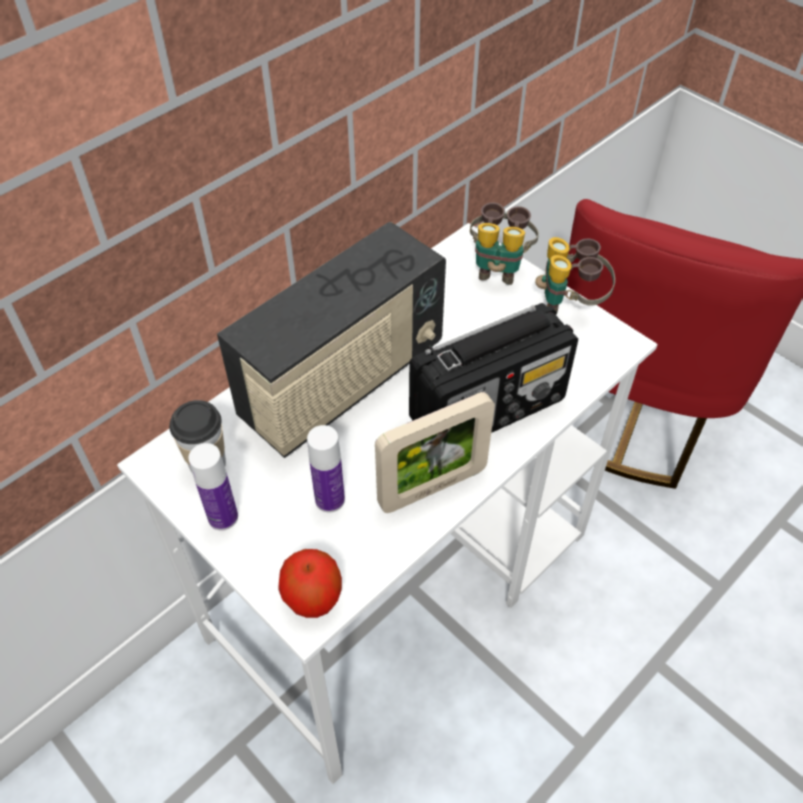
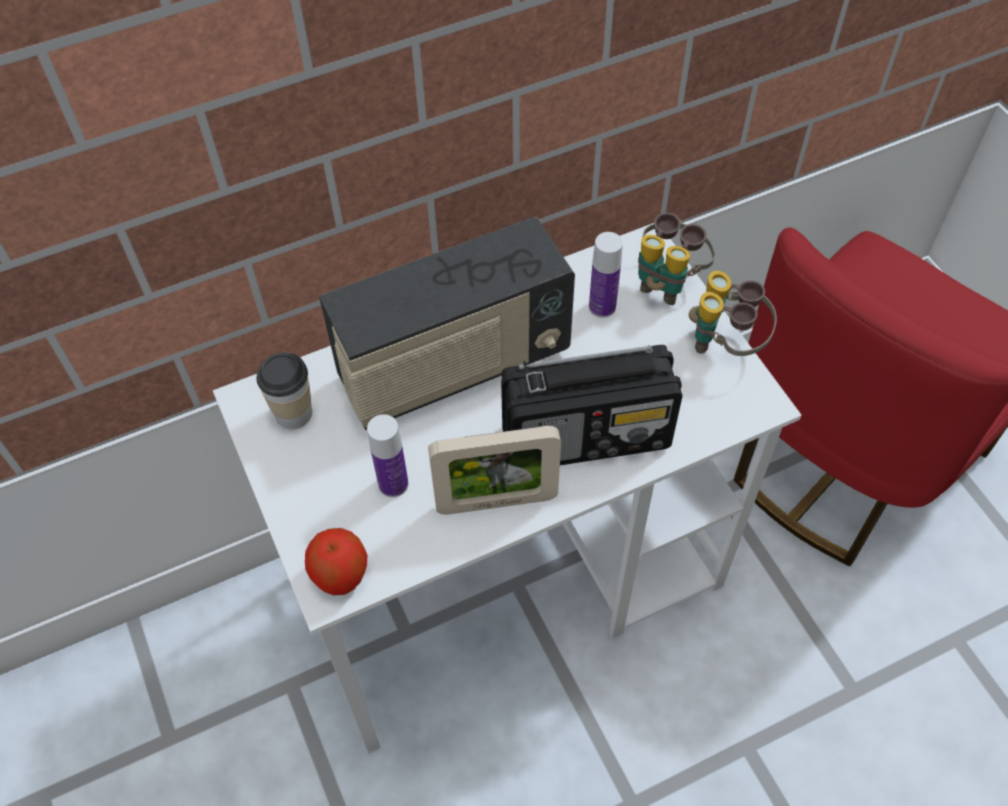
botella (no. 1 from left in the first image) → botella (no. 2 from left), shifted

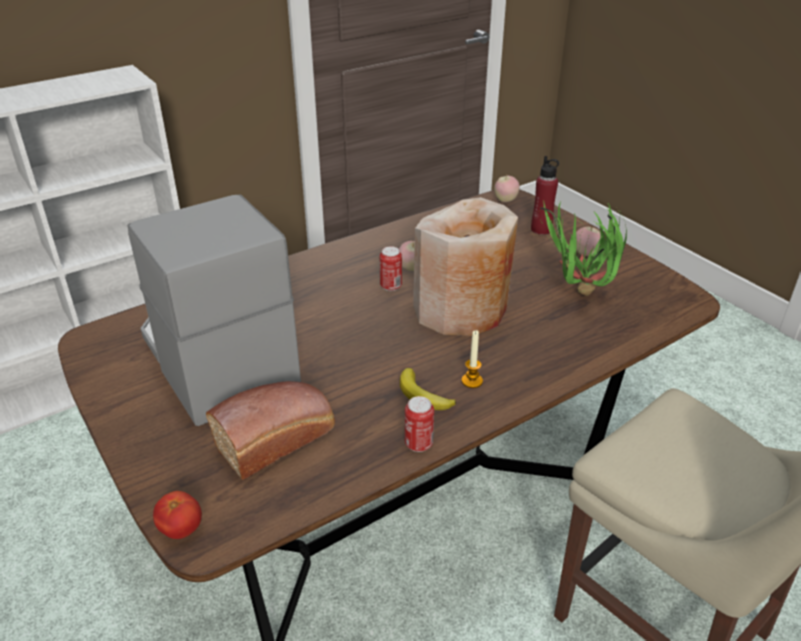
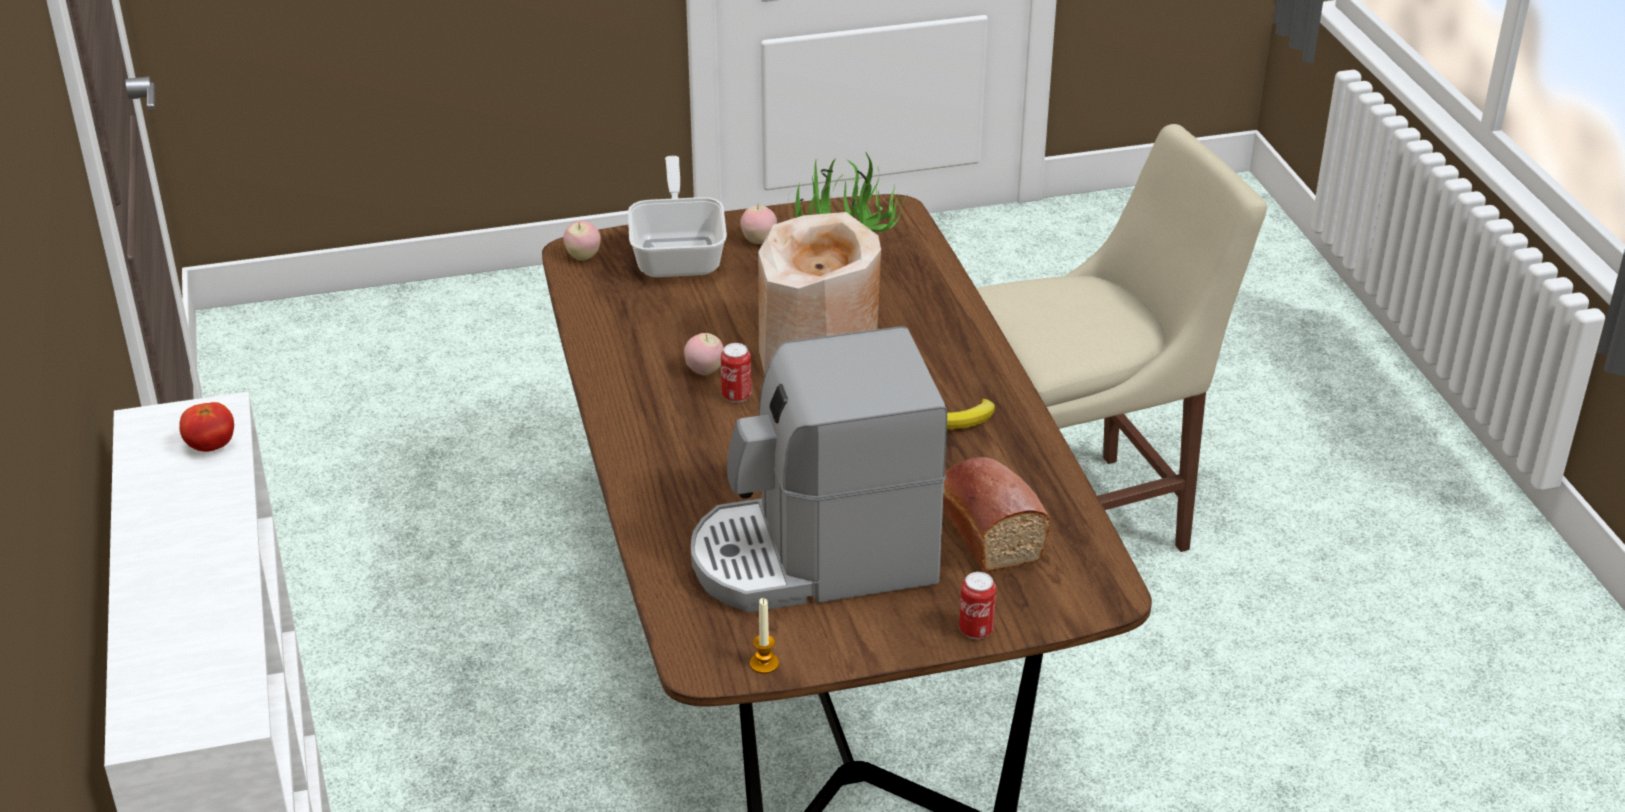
tomate, shifted
lata (no. 2 from left), shifted
vela, shifted
botella [rojo] → sartén

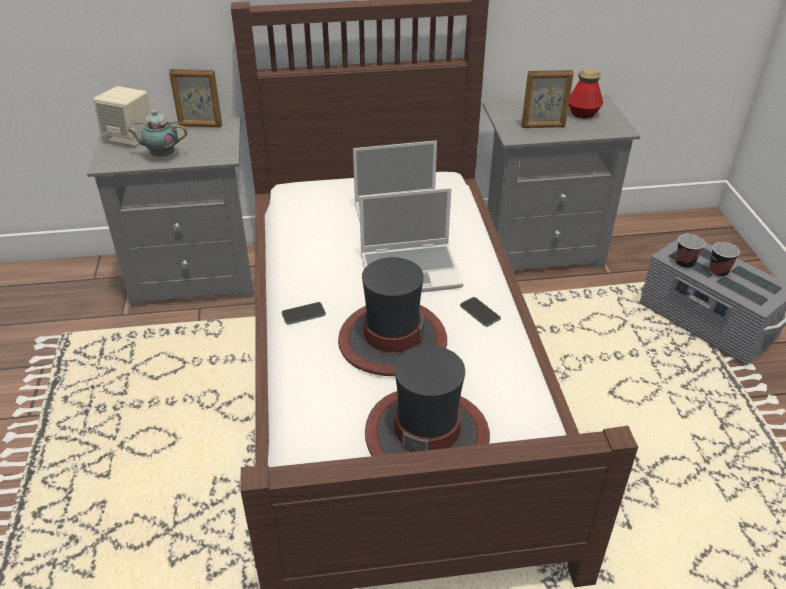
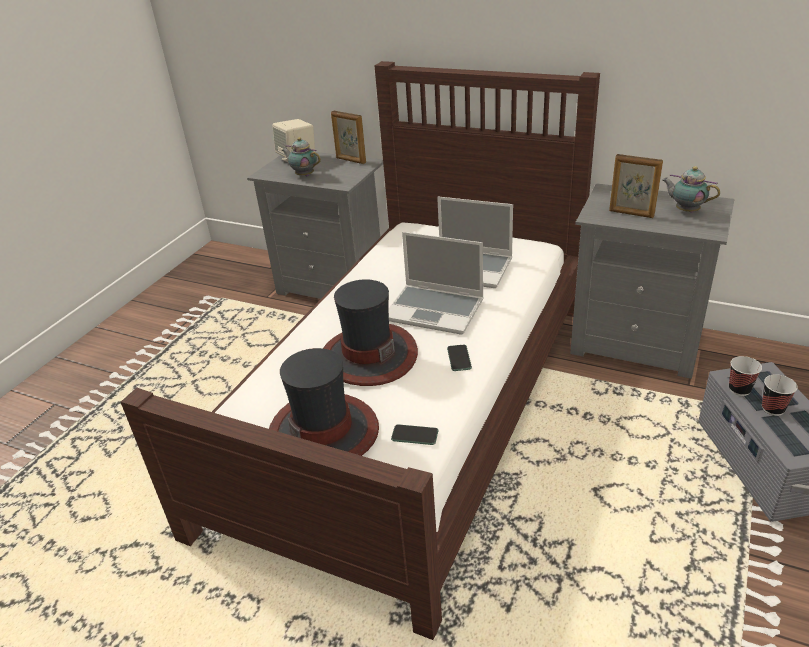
móvil (no. 1 from left), shifted
botella → tetera (no. 2 from left)

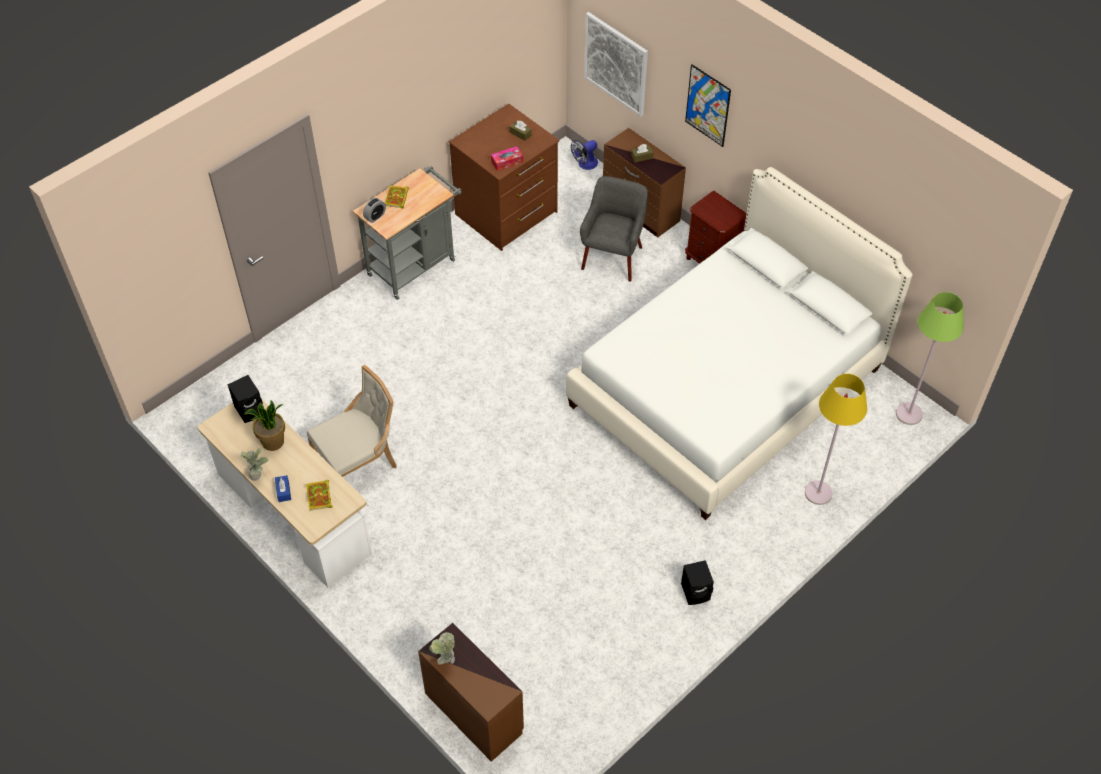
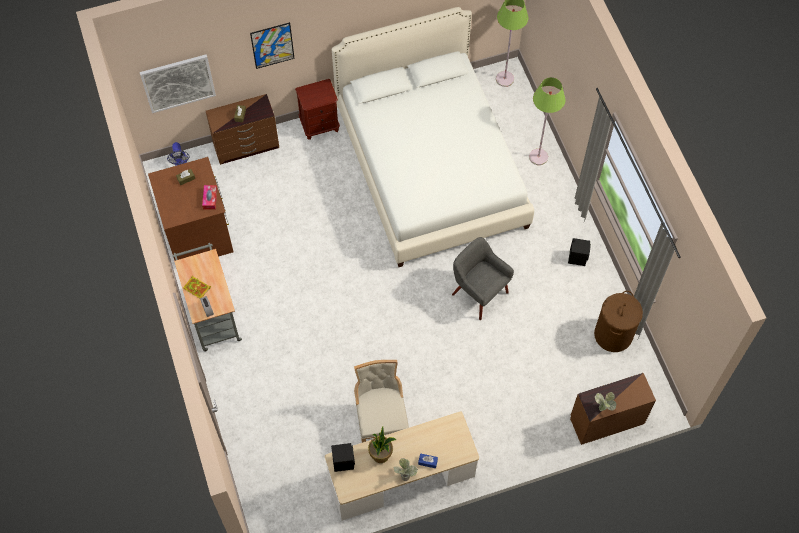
libro (no. 1 from left) → -
sillón [gris], shifted
lámpara de pie [amarillo] → lámpara de pie [verde] (no. 2 from left)
- → cesto de la ropa [marrón]

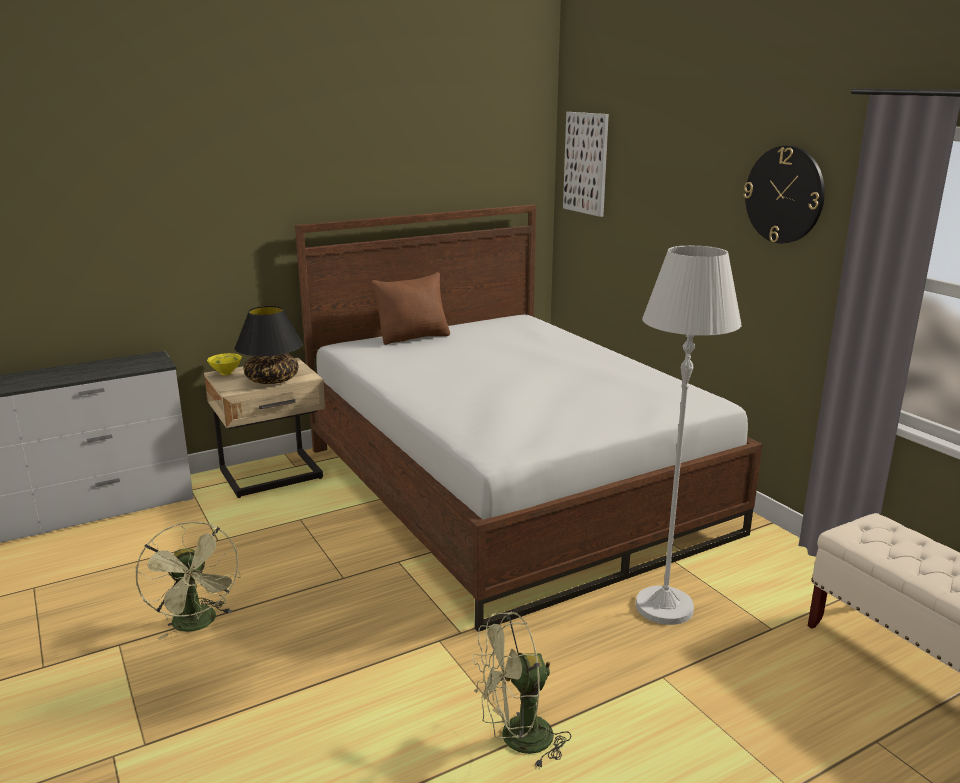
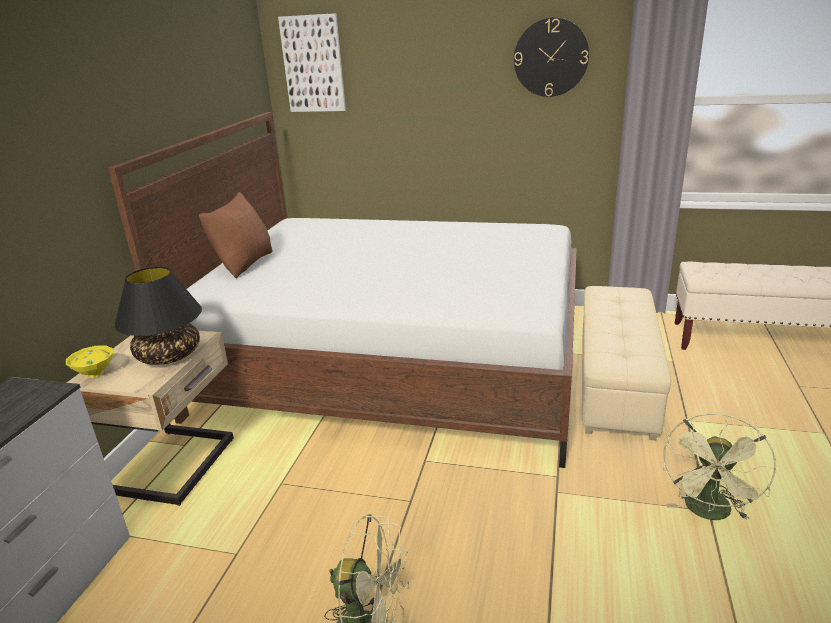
lámpara de pie [blanco] → puf [beis]

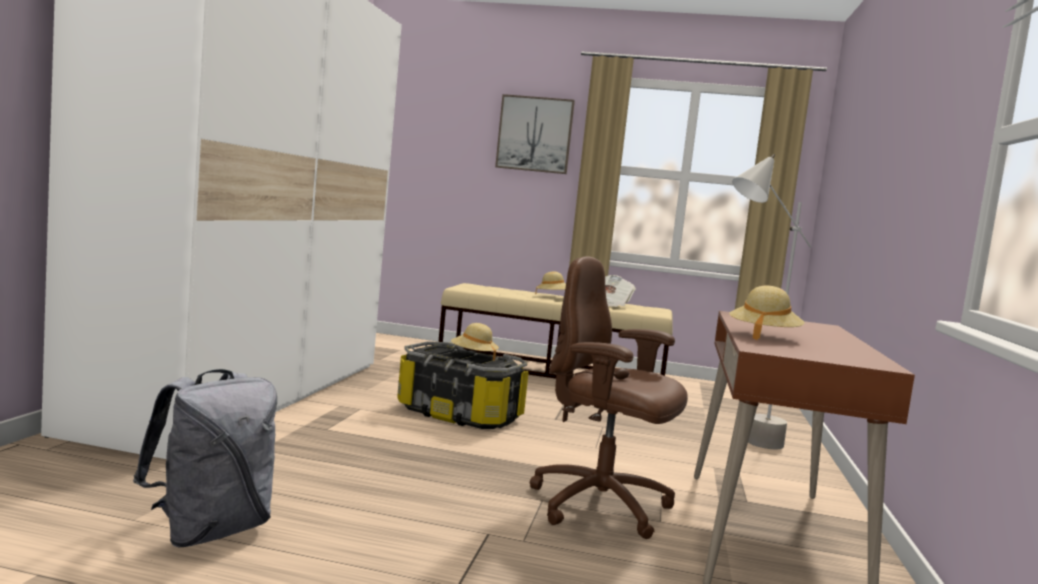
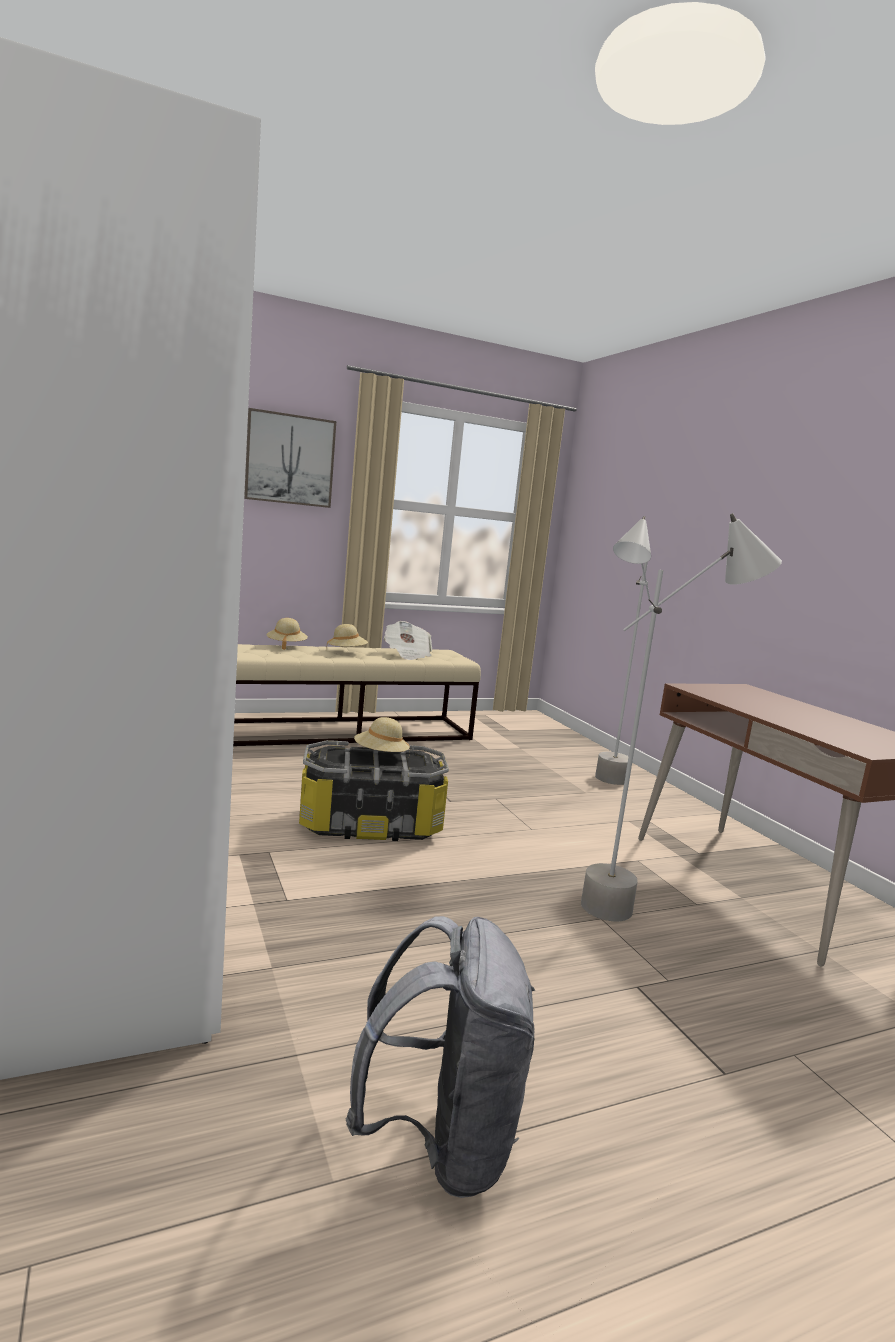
silla de oficina [marrón] → lámpara de pie [gris] (no. 2 from left)
sombrero [beis] (no. 3 from left in the first image) → sombrero [beis] (no. 1 from left), shifted

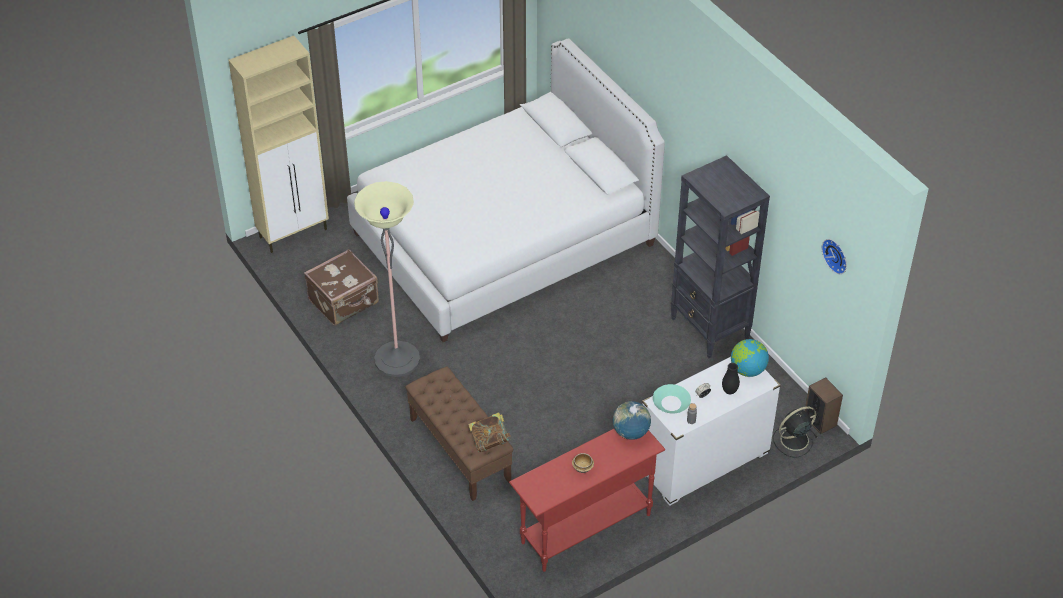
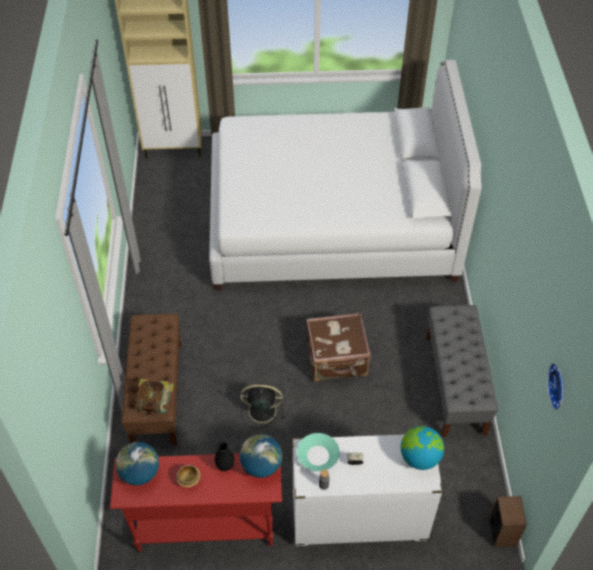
maleta [marrón], shifted
lámpara de pie → -
estantería [negro] → banco [gris]
florero [negro], shifted
ventilador [negro], shifted
- → globo terráqueo (no. 1 from left)

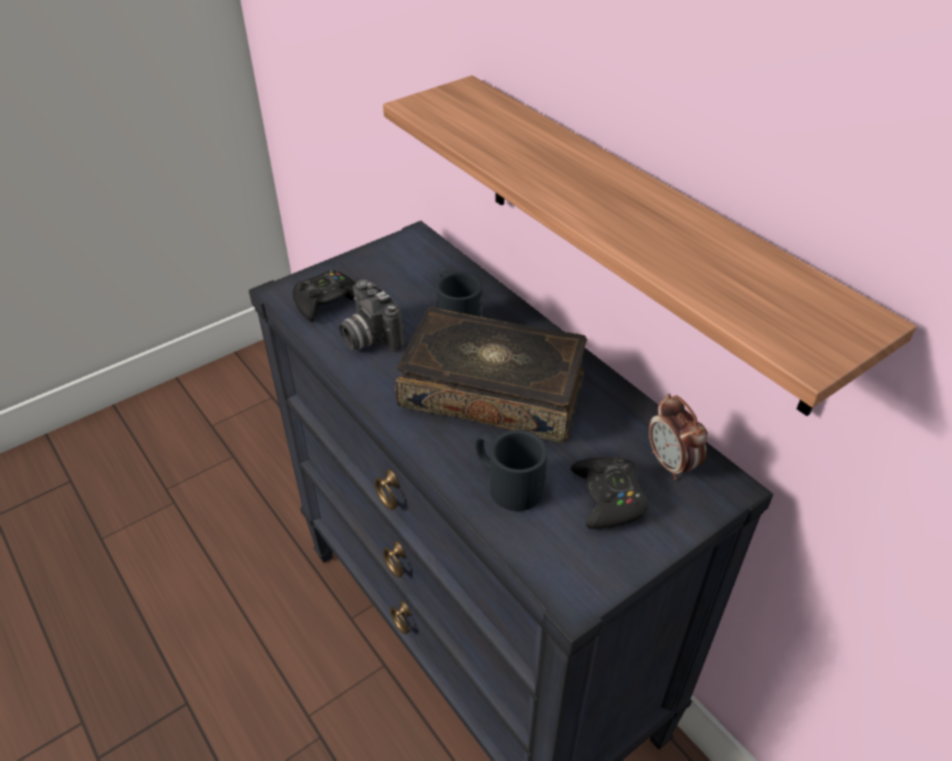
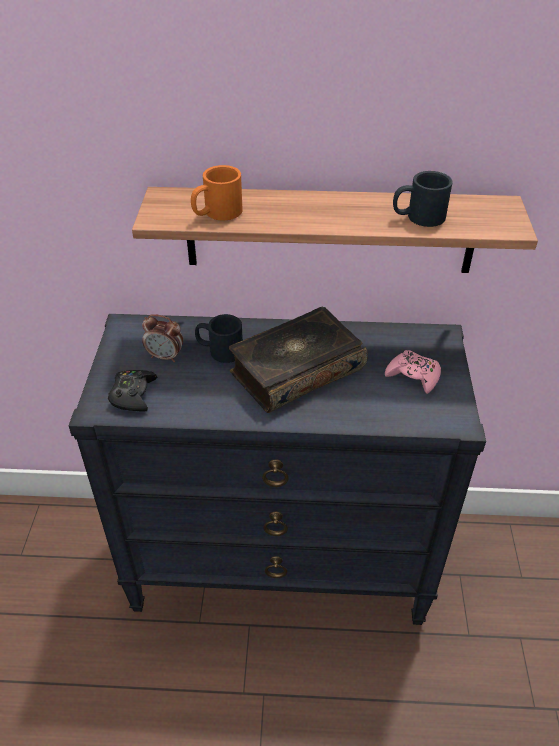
cámara → -
taza grande [negro] (no. 2 from left), shifted
mando de consola [negro] (no. 2 from left) → mando de consola [rosa]
despertador, shifted
- → taza grande [naranja]

